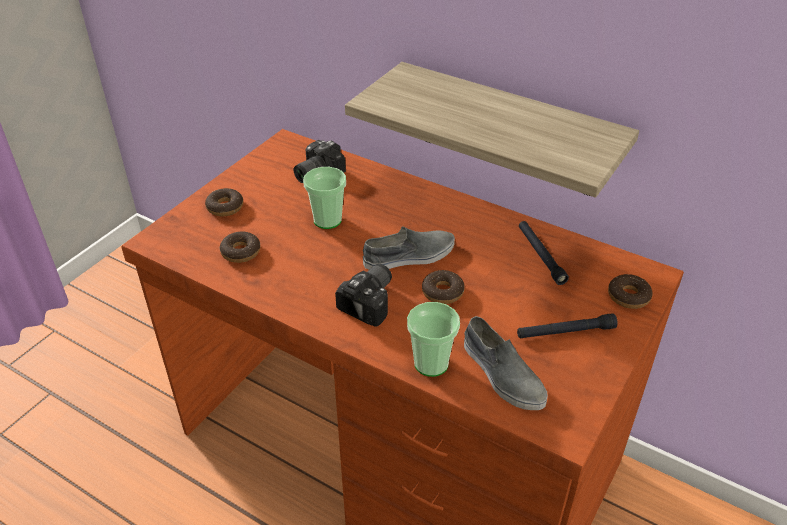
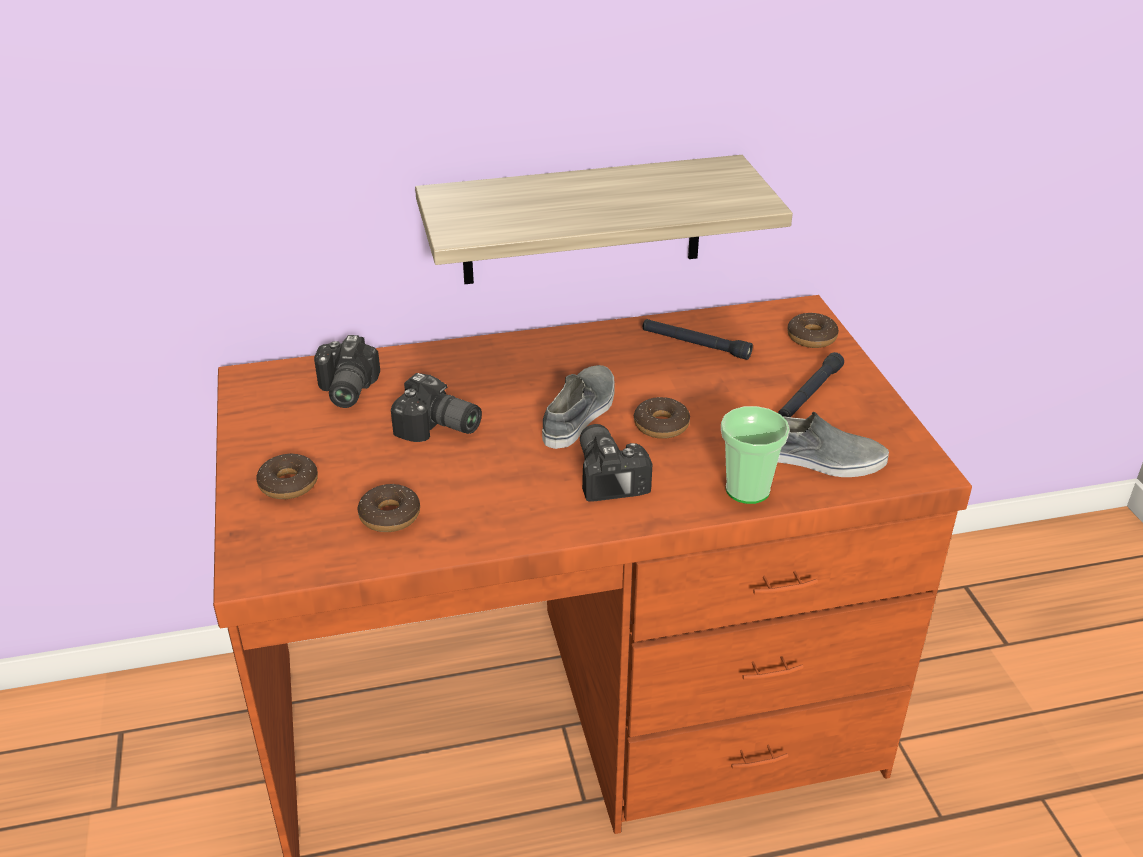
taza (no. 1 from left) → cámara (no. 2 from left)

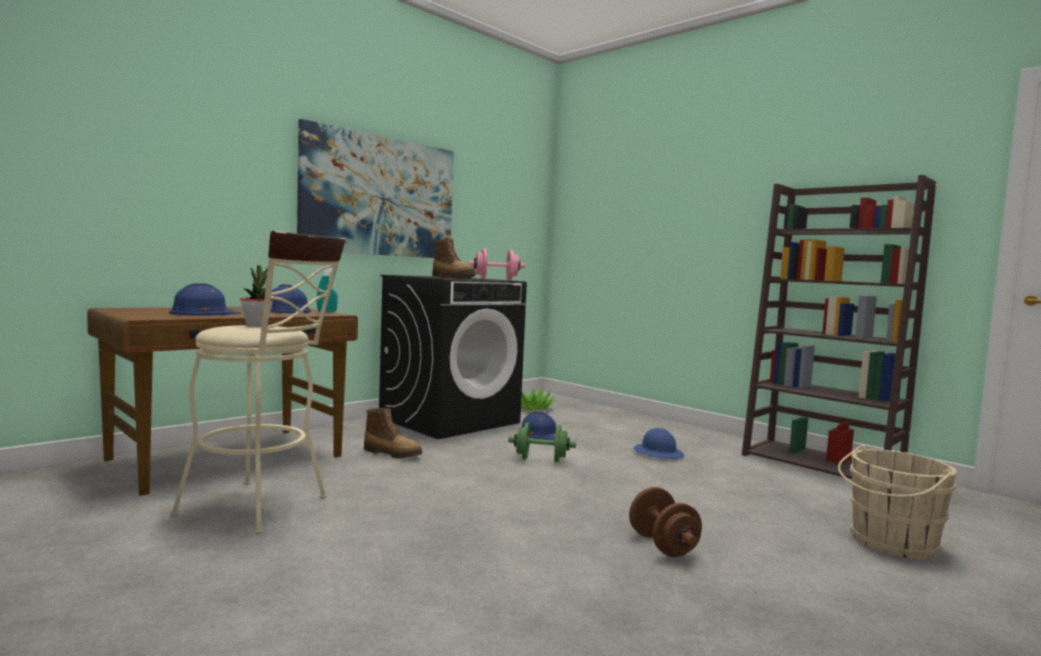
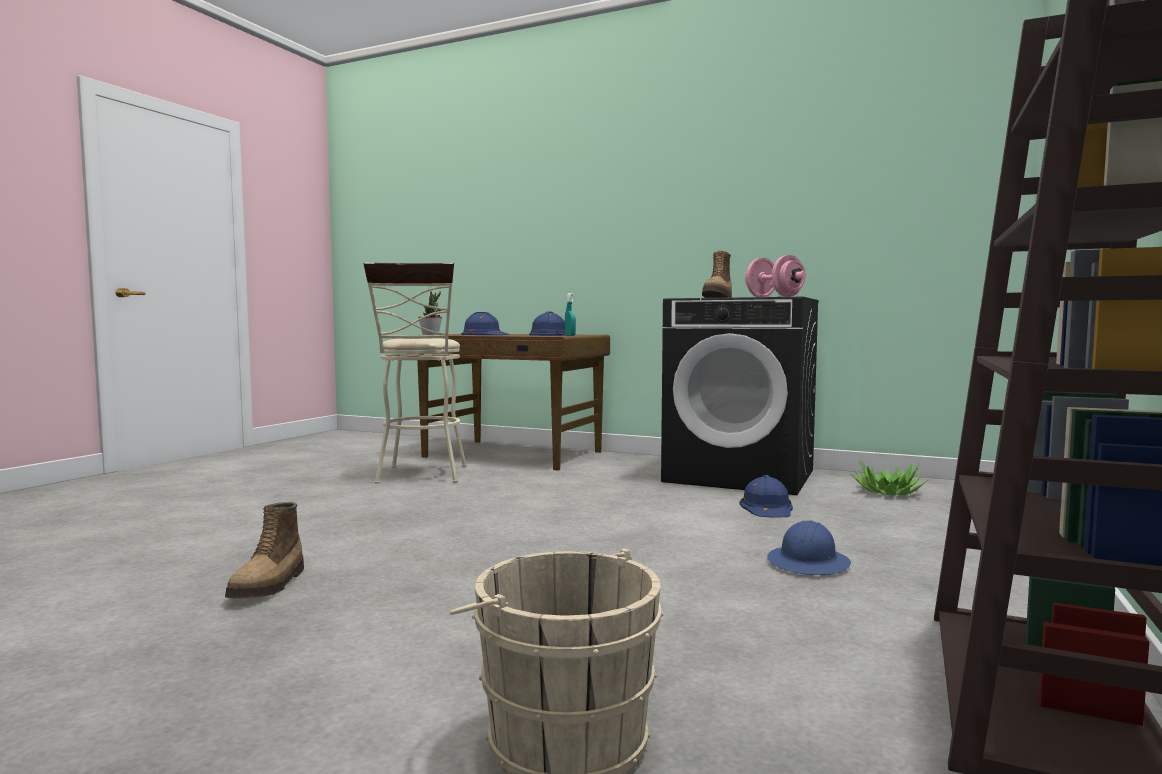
cuadro → -
bota (no. 1 from left), shifted
mancuerna [verde] → -
mancuerna [marrón] → -

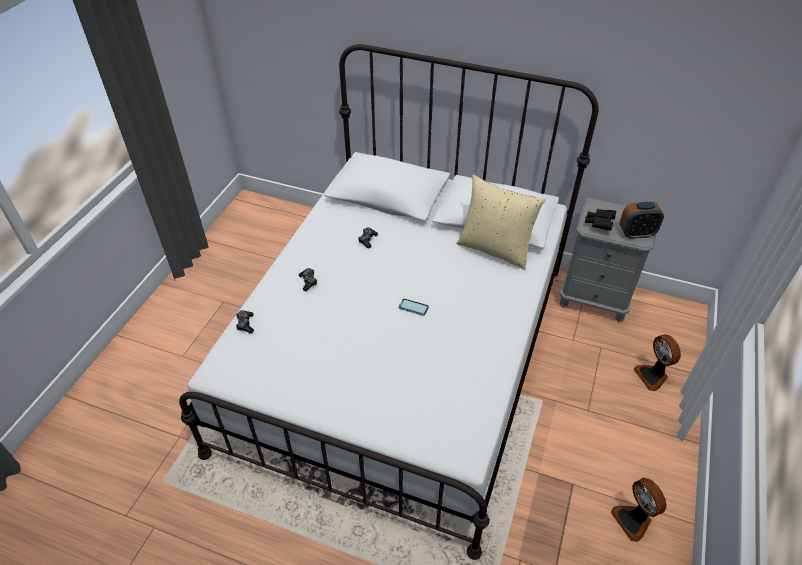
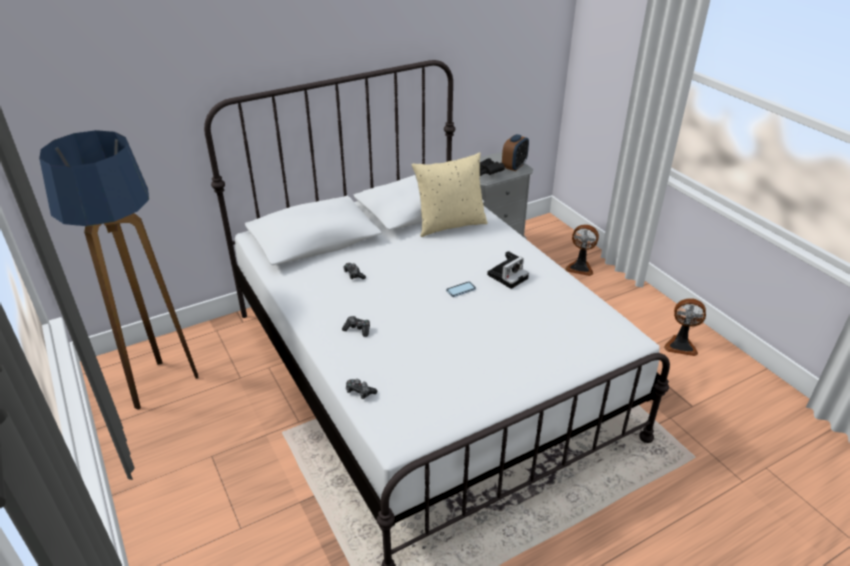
- → lámpara de pie
- → cámara

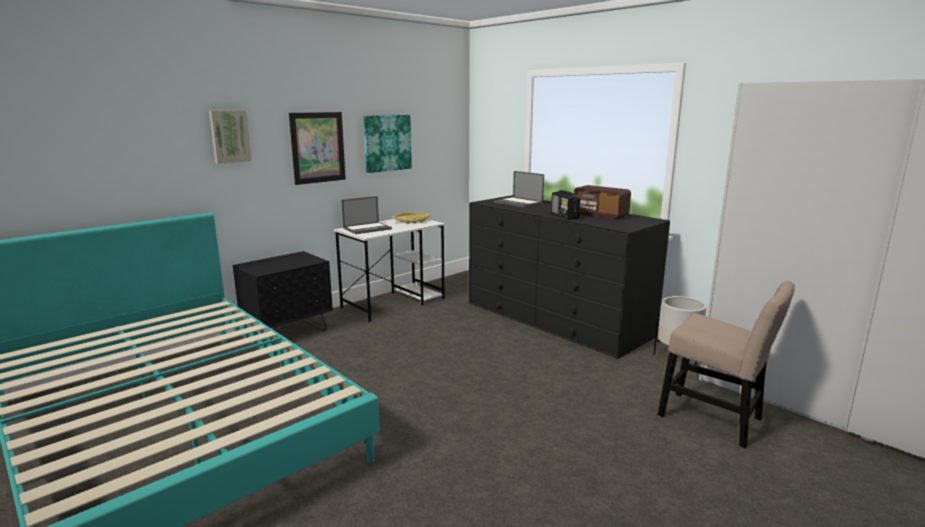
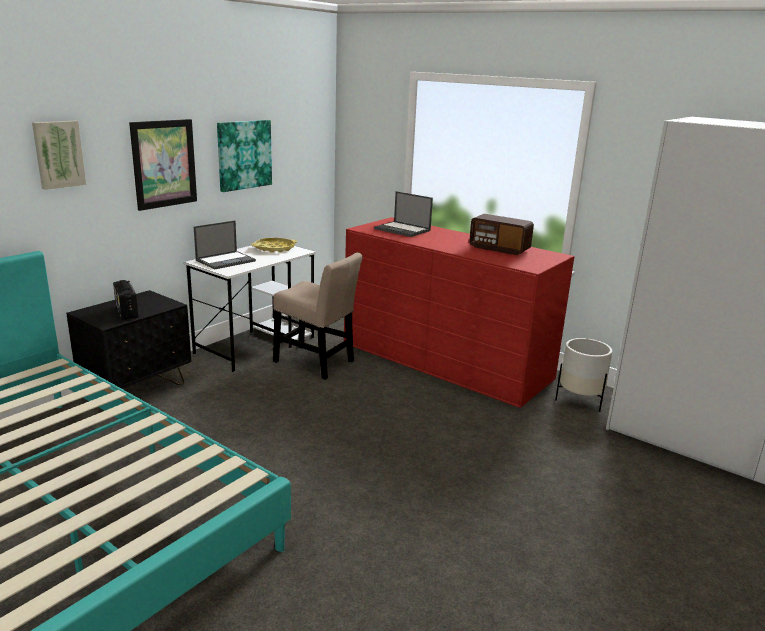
cómoda [negro] → cómoda [rojo]
radio (no. 1 from left), shifted
silla [beis], shifted

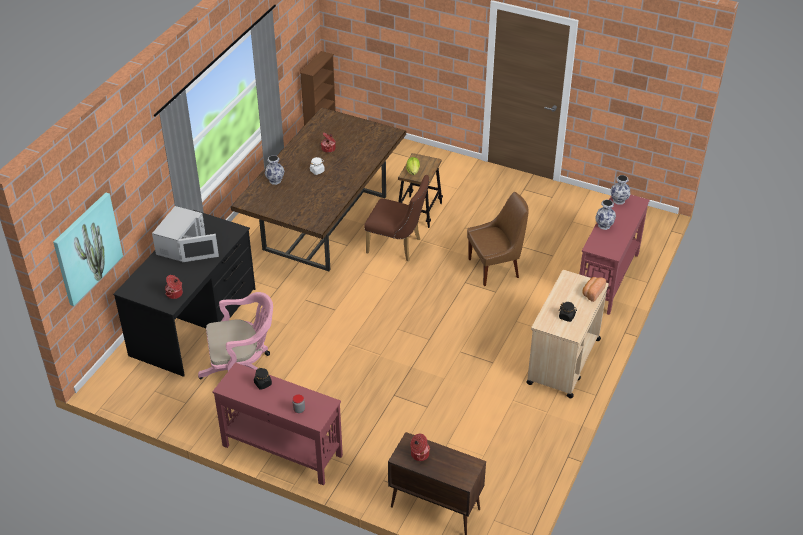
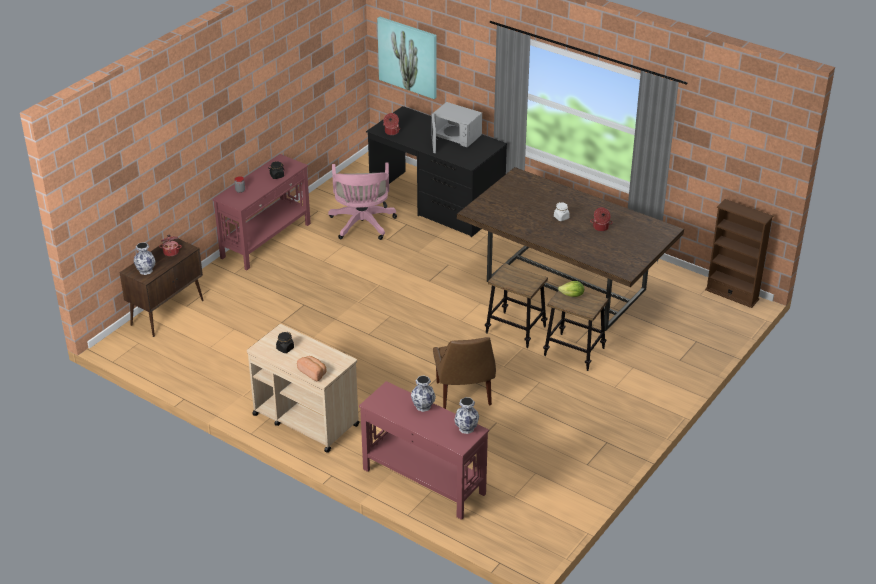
florero (no. 1 from left), shifted
silla [marrón] (no. 1 from left) → taburete (no. 1 from left)

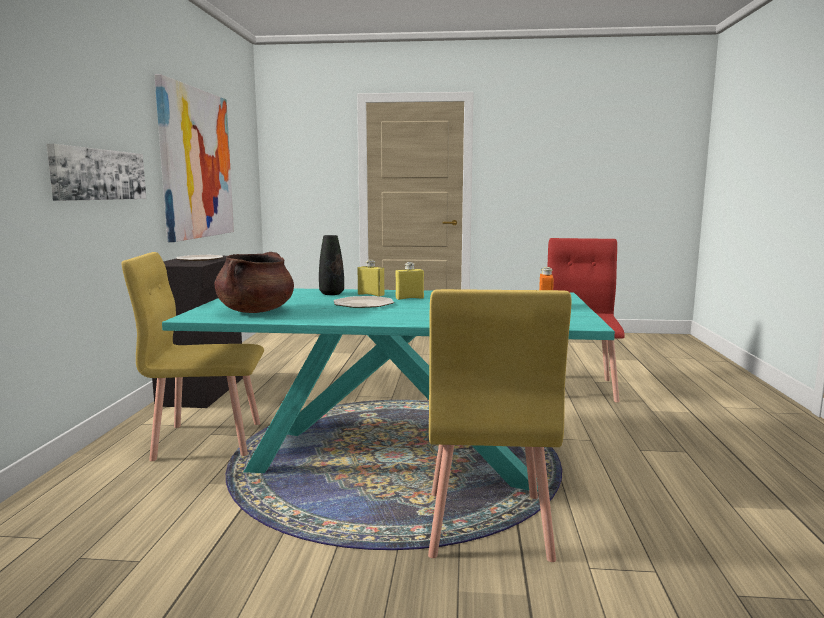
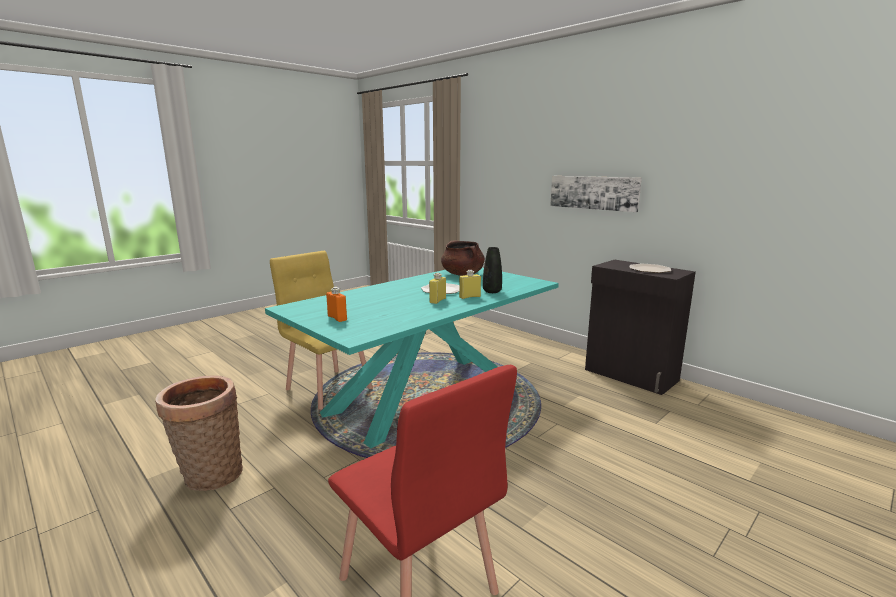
silla [amarillo] (no. 1 from left) → -
cuadro (no. 2 from left) → -
- → cesta

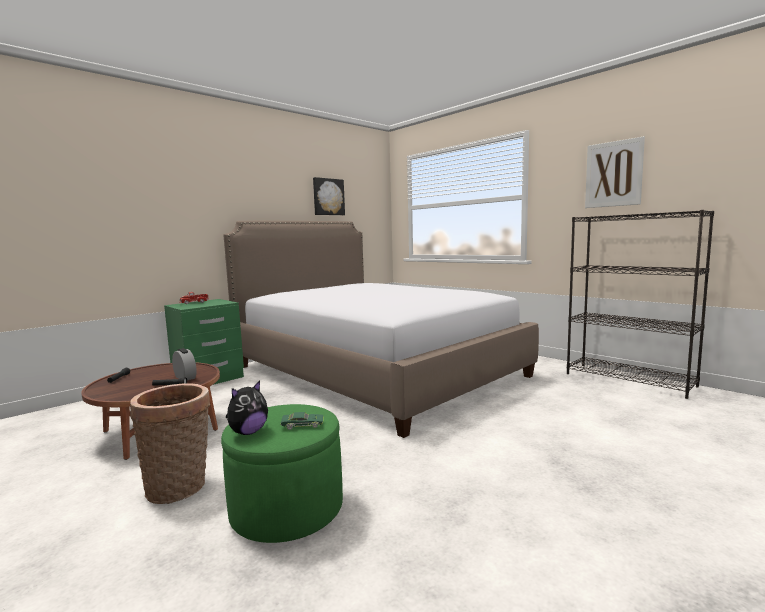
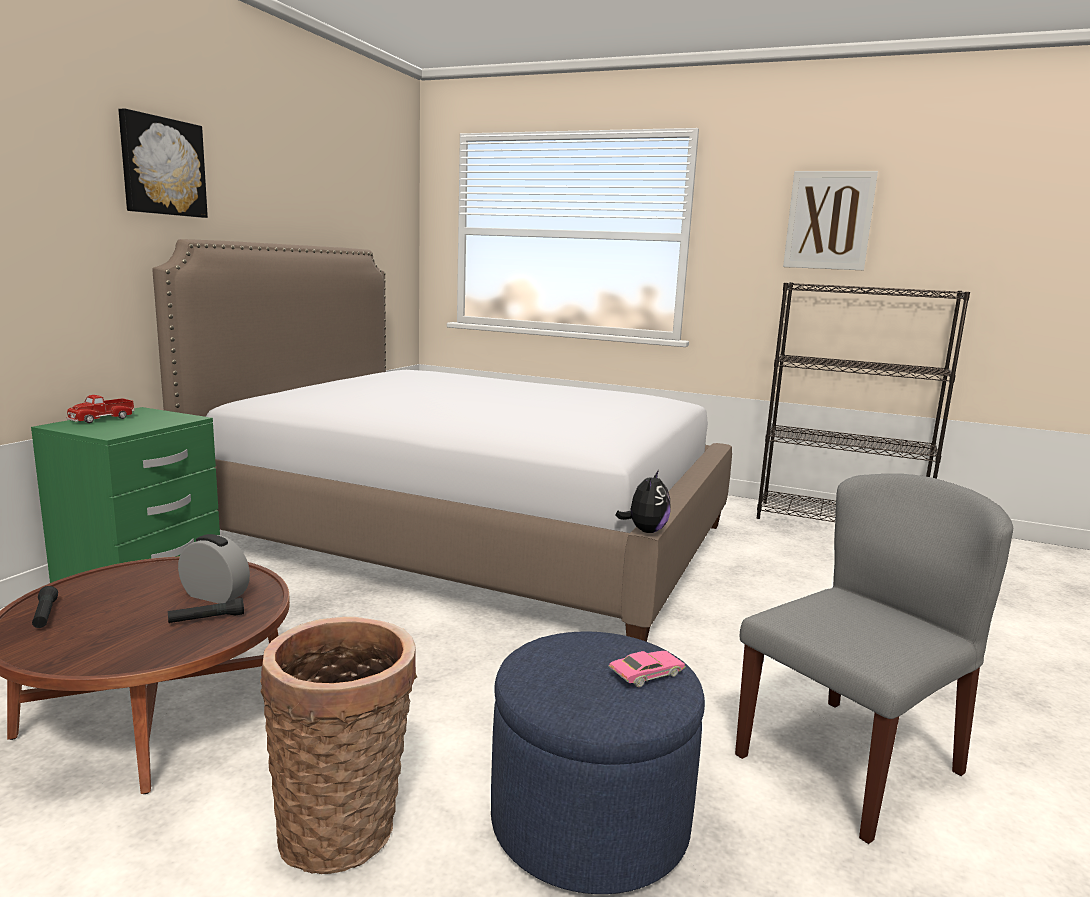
puf [verde] → puf [azul]
peluche, shifted
coche de juguete [verde] → coche de juguete [rosa]
cuadro (no. 1 from left), shifted
- → silla [gris]

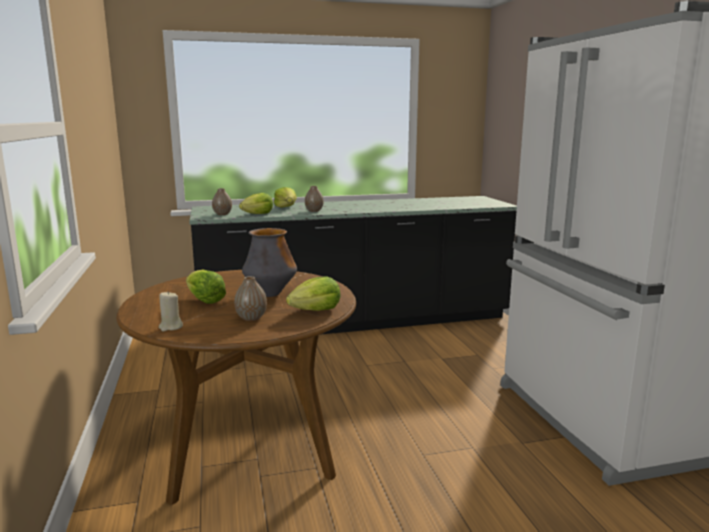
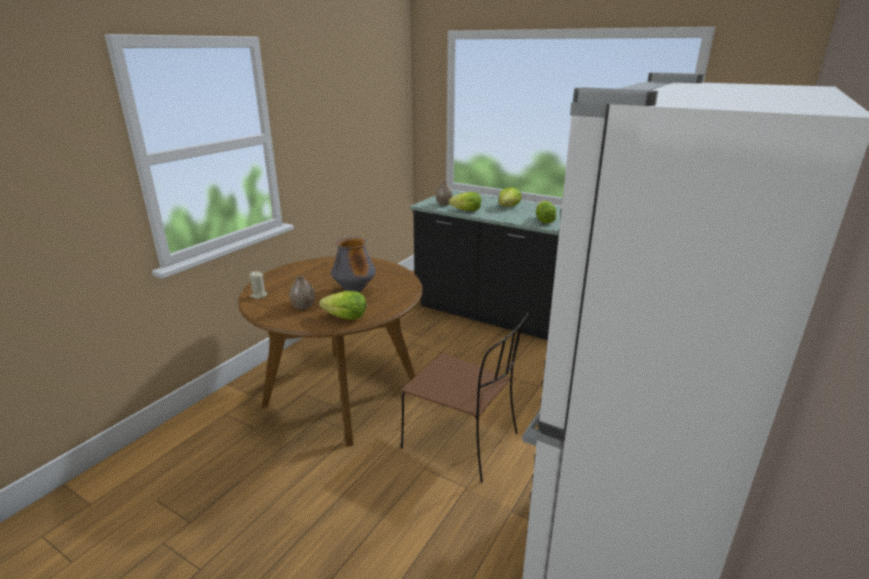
lechuga (no. 1 from left in the first image) → lechuga (no. 4 from left), shifted
florero (no. 4 from left) → -
- → silla [marrón]

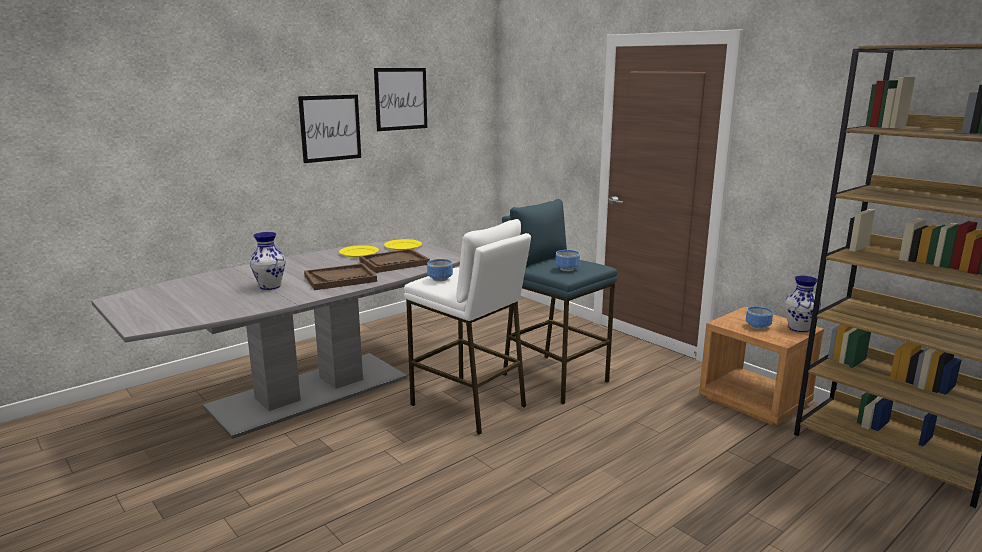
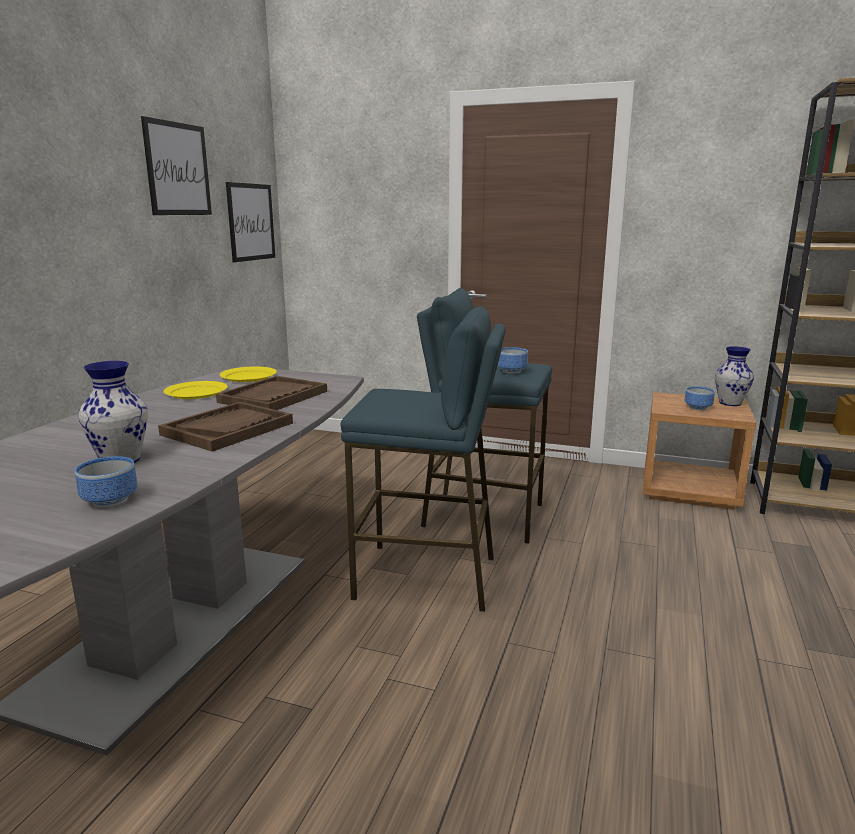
cuadro (no. 1 from left in the first image) → cuadro (no. 2 from left), shifted
taburete [blanco] → taburete [azul] (no. 1 from left)
cuenco (no. 1 from left), shifted

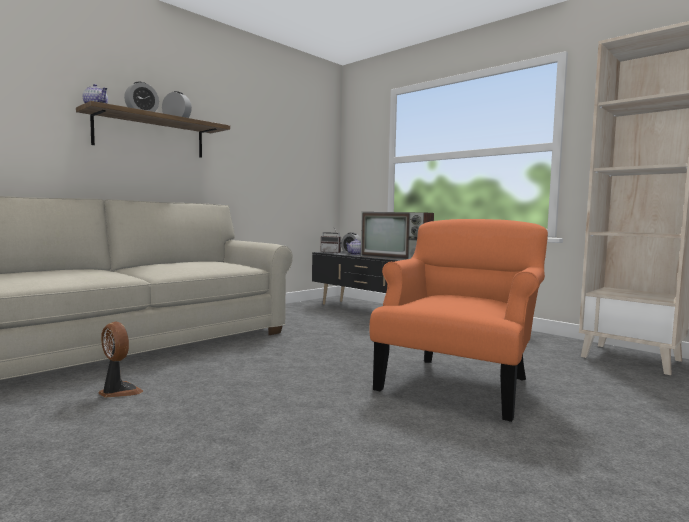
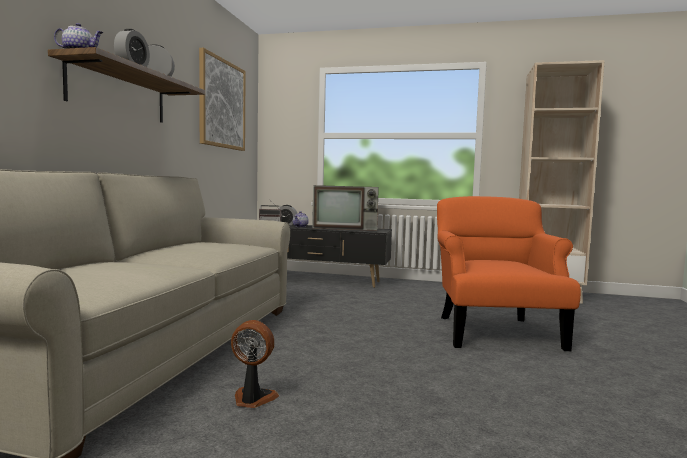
- → cuadro

